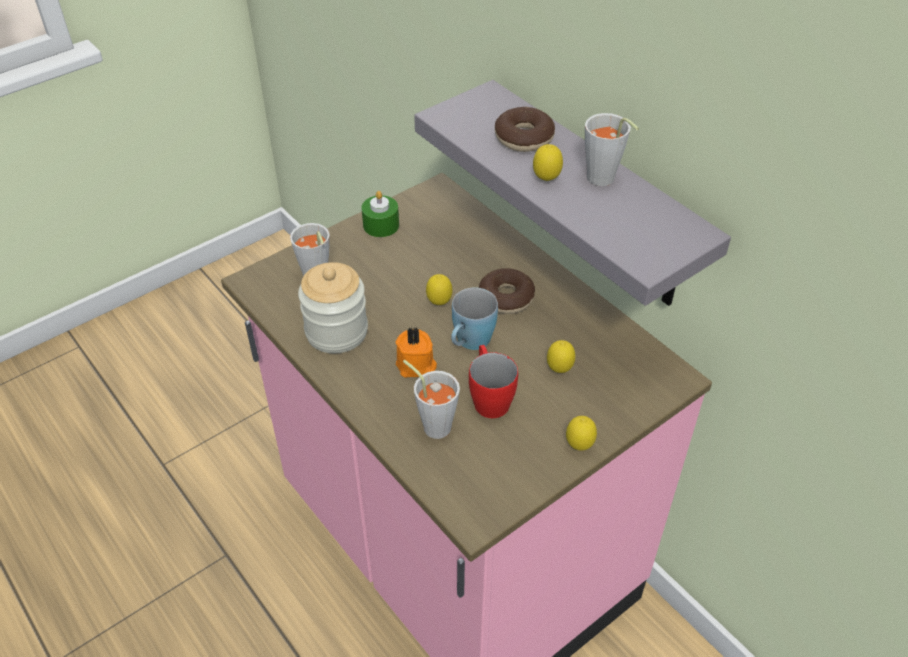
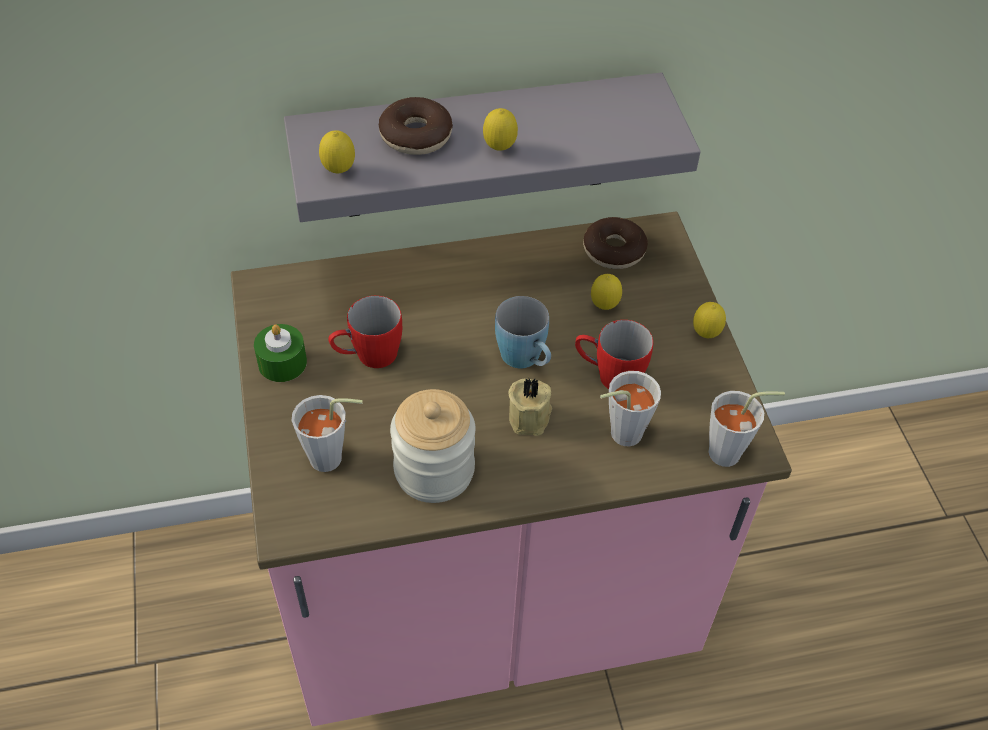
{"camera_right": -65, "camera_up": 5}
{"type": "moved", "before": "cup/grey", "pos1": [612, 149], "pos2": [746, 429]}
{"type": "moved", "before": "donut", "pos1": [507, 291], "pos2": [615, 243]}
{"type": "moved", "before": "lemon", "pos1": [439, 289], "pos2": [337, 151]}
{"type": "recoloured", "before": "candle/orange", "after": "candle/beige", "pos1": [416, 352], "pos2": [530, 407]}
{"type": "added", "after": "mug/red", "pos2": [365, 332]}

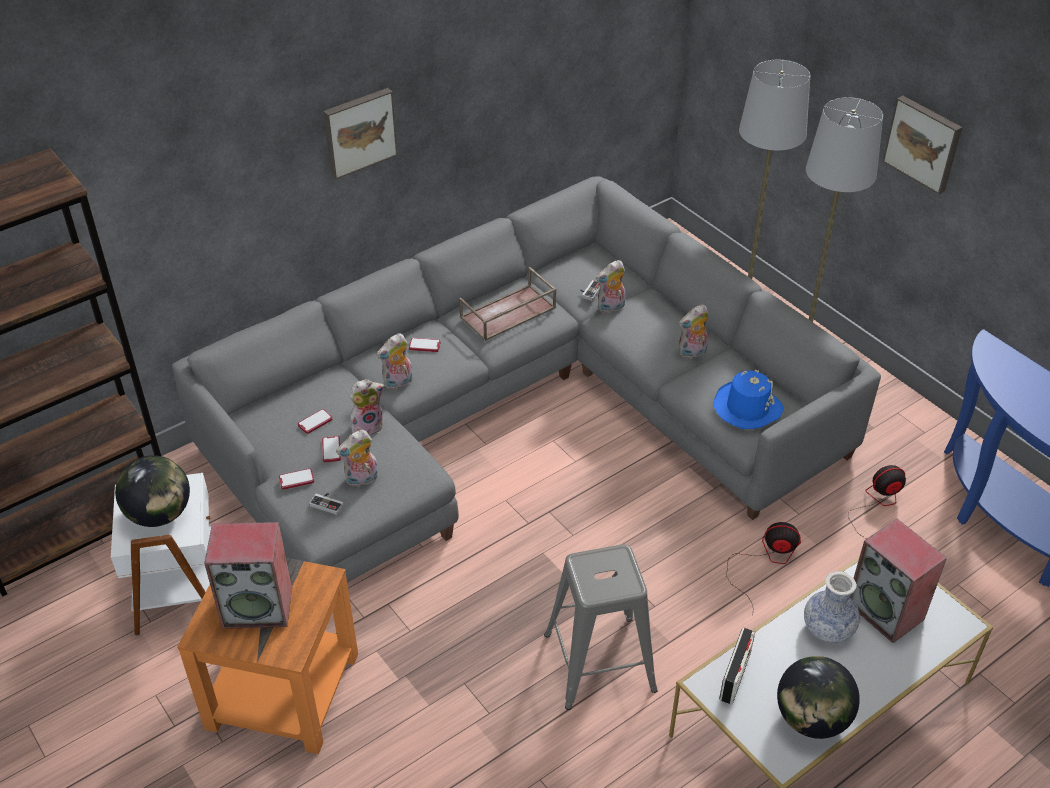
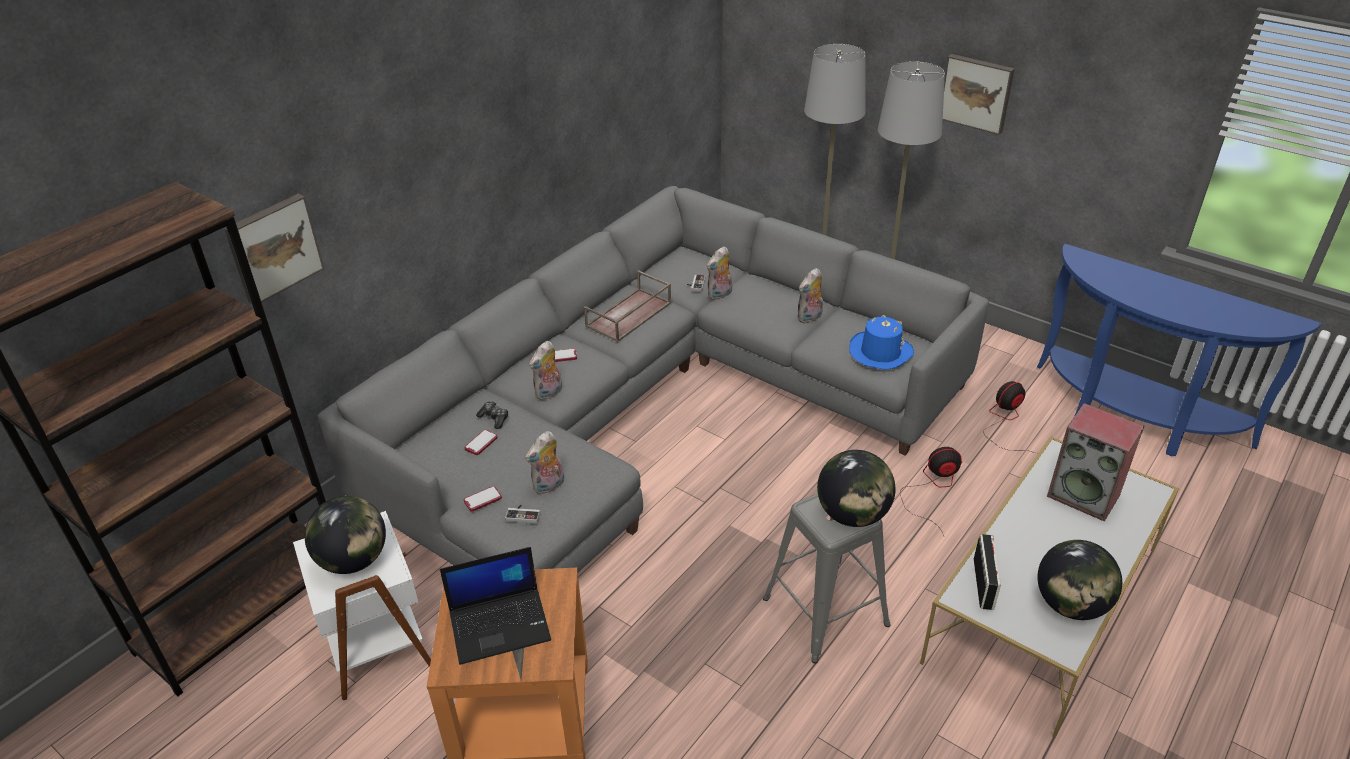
{"camera_right": -15, "camera_up": -5}
{"type": "moved", "before": "picture", "pos1": [360, 133], "pos2": [274, 249]}
{"type": "removed", "before": "plush toy", "pos1": [367, 407]}
{"type": "removed", "before": "phone", "pos1": [331, 449]}
{"type": "replaced", "before": "speaker", "after": "laptop", "pos1": [248, 575], "pos2": [495, 606]}
{"type": "removed", "before": "vase", "pos1": [832, 607]}
{"type": "added", "after": "game controller", "pos2": [492, 415]}
{"type": "added", "after": "globe", "pos2": [856, 488]}

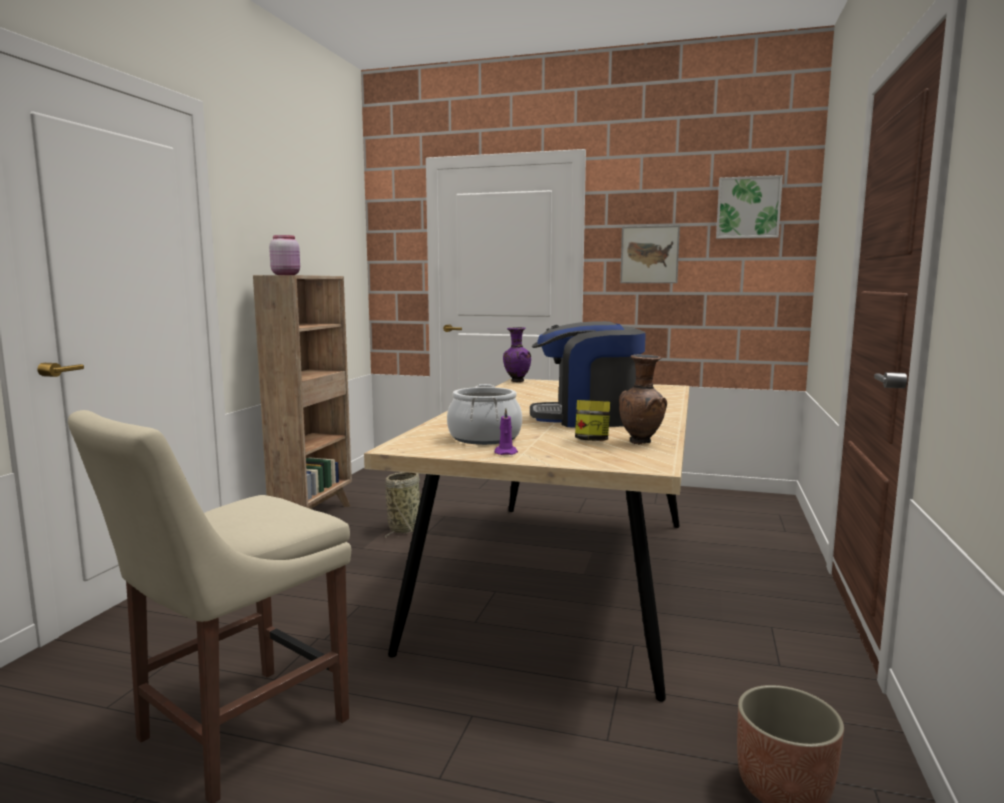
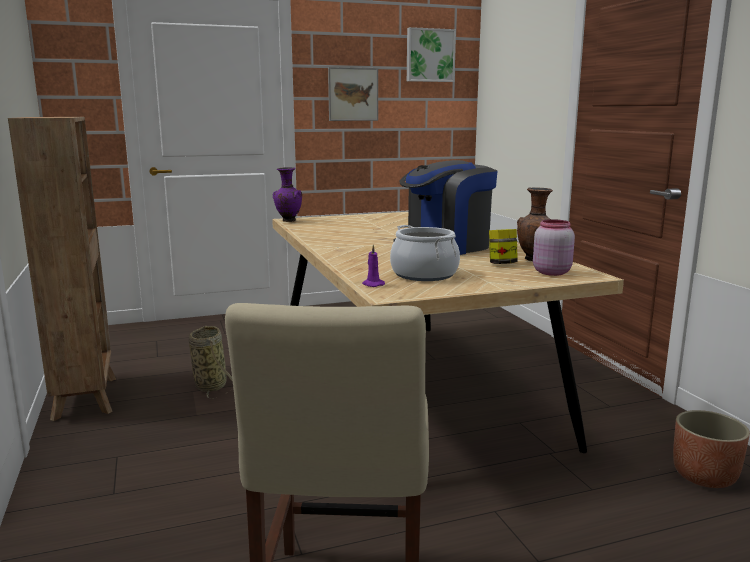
{"camera_right": -35, "camera_up": 5}
{"type": "moved", "before": "jar/pink", "pos1": [284, 255], "pos2": [554, 247]}
{"type": "moved", "before": "candle/purple", "pos1": [506, 431], "pos2": [373, 266]}

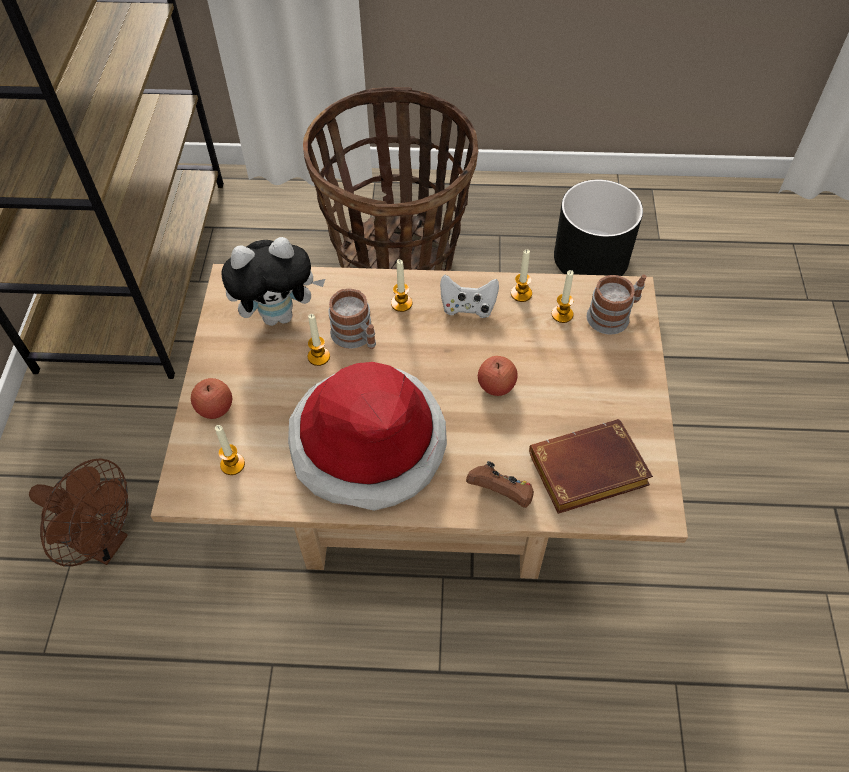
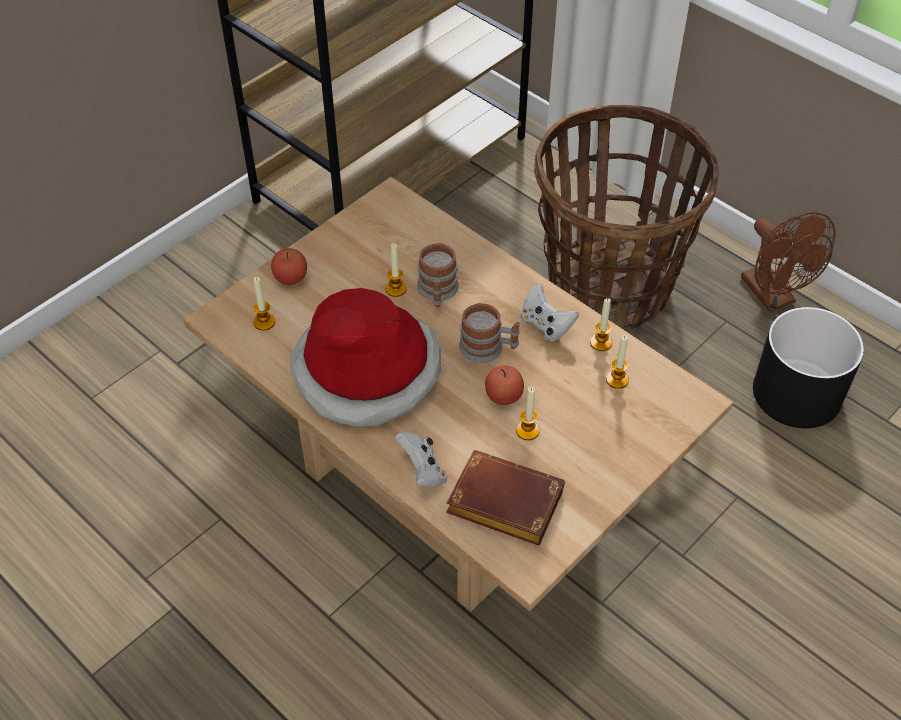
{"camera_right": 40, "camera_up": -5}
{"type": "removed", "before": "plush toy", "pos1": [273, 281]}
{"type": "moved", "before": "candle", "pos1": [401, 285], "pos2": [528, 413]}
{"type": "moved", "before": "mug", "pos1": [617, 304], "pos2": [489, 333]}
{"type": "moved", "before": "fan/brown", "pos1": [79, 512], "pos2": [788, 262]}
{"type": "recoloured", "before": "game controller/brown", "after": "game controller/white", "pos1": [500, 484], "pos2": [421, 459]}

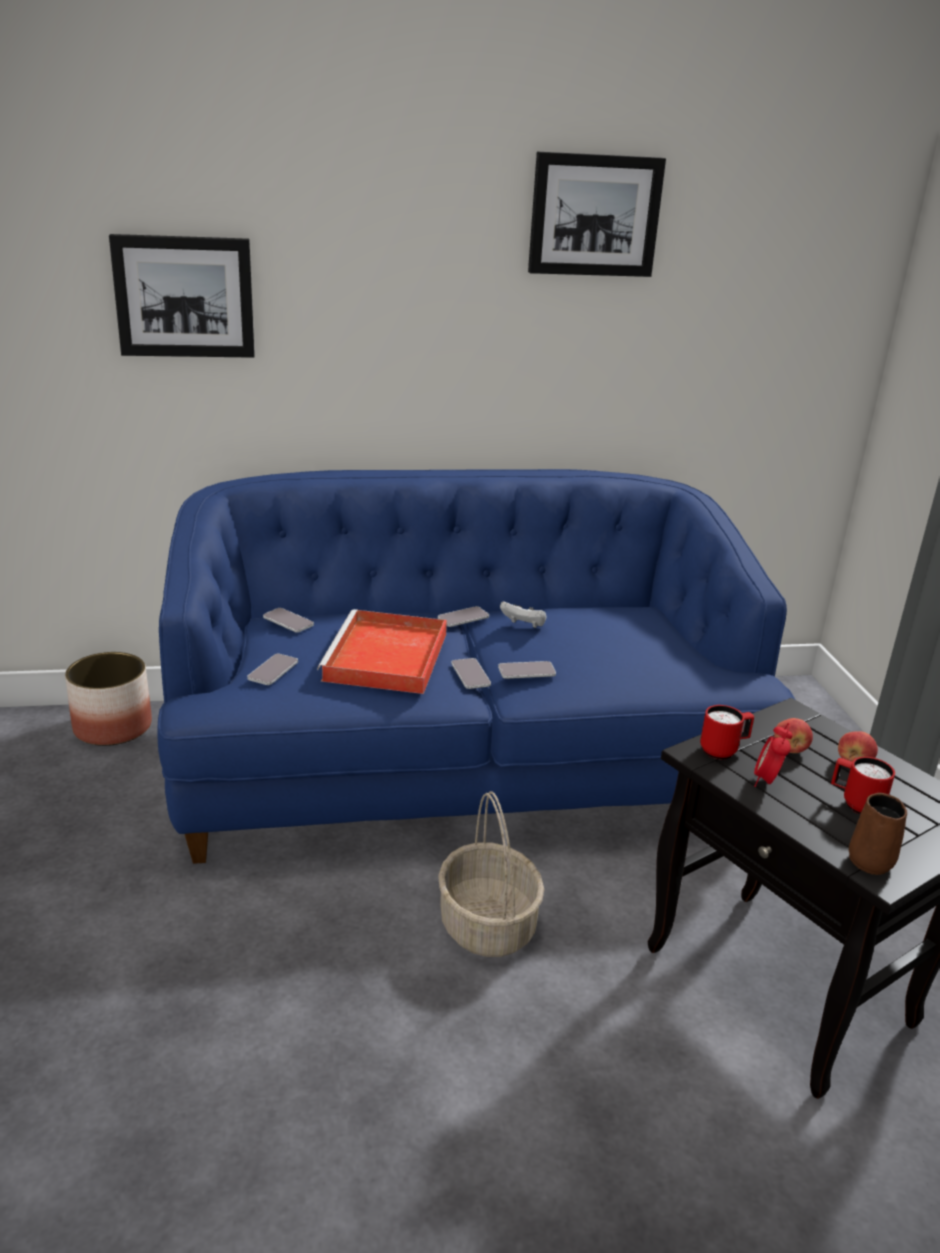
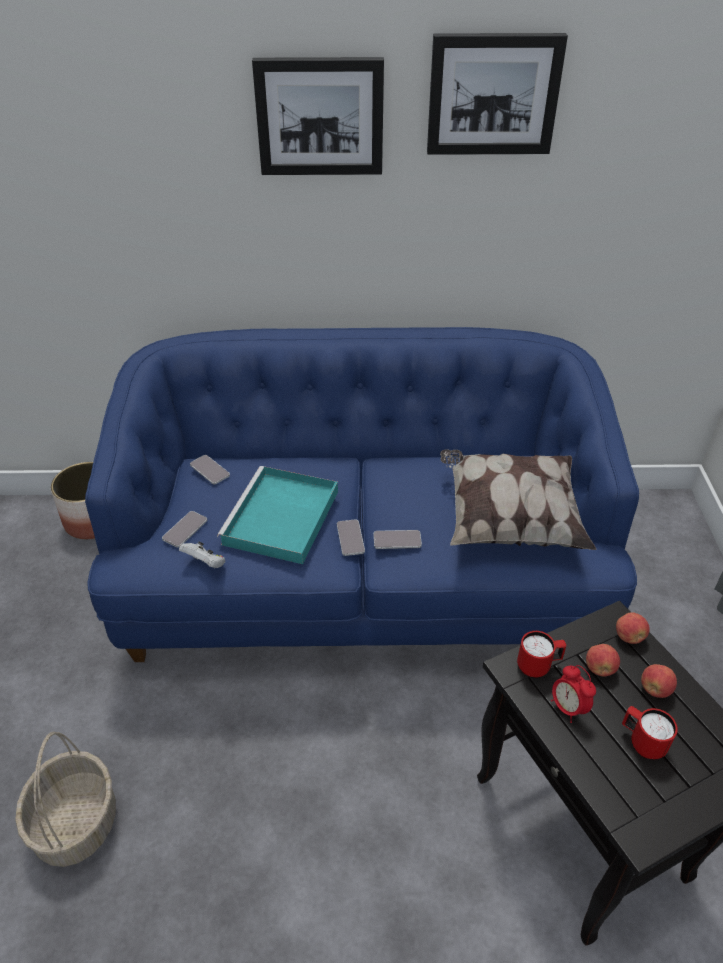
{"camera_right": 10, "camera_up": 15}
{"type": "moved", "before": "picture", "pos1": [182, 296], "pos2": [318, 116]}
{"type": "moved", "before": "game controller/white", "pos1": [523, 614], "pos2": [202, 554]}
{"type": "removed", "before": "phone", "pos1": [463, 616]}
{"type": "recoloured", "before": "tray/red", "after": "tray/turquoise", "pos1": [382, 651], "pos2": [277, 515]}
{"type": "turned", "before": "alarm clock", "pos1": [773, 755], "pos2": [573, 694], "turn": -60}
{"type": "moved", "before": "basket", "pos1": [491, 874], "pos2": [65, 799]}
{"type": "removed", "before": "mug/brown", "pos1": [878, 834]}
{"type": "added", "after": "pillow", "pos2": [518, 499]}
{"type": "added", "after": "apple", "pos2": [633, 628]}

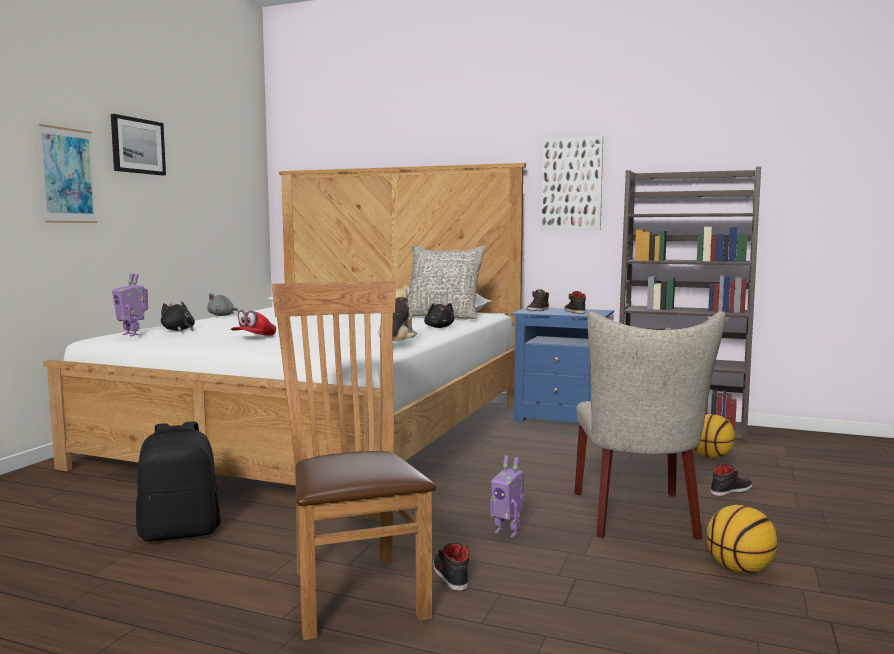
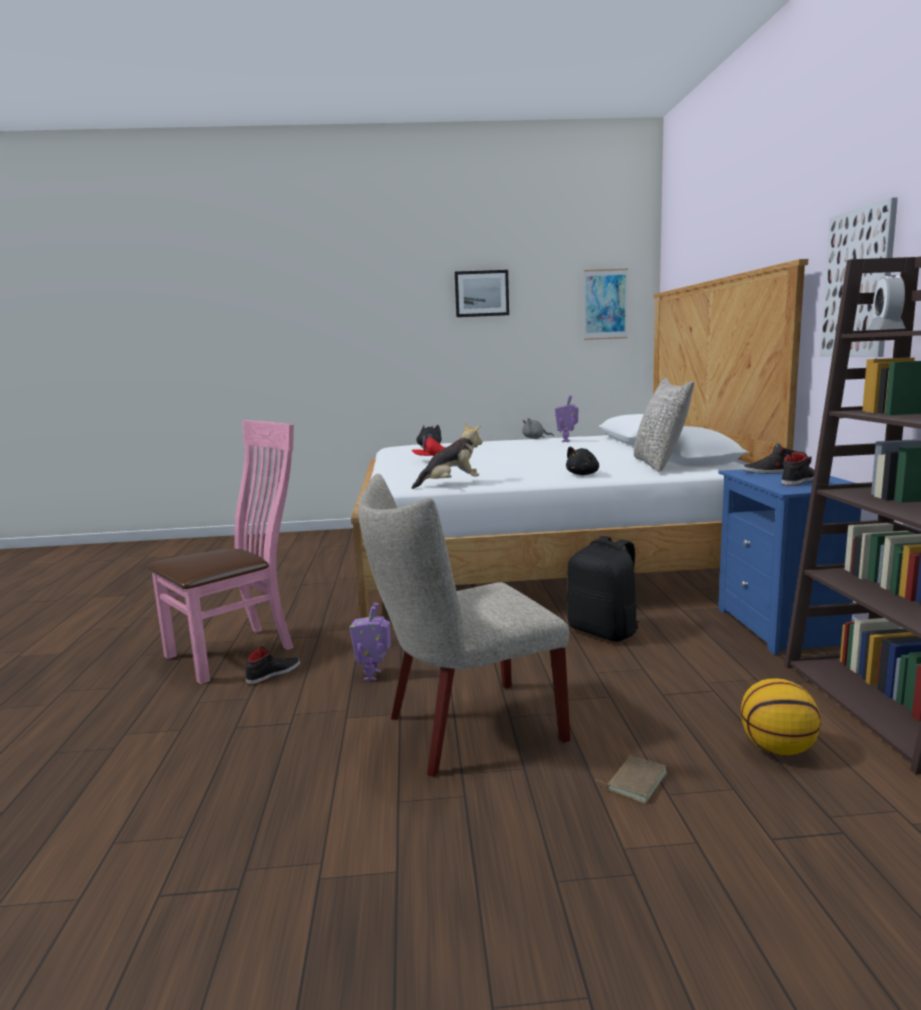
{"camera_right": 65, "camera_up": 5}
{"type": "moved", "before": "picture", "pos1": [67, 173], "pos2": [606, 304]}
{"type": "moved", "before": "toy robot", "pos1": [130, 304], "pos2": [567, 418]}
{"type": "recoloured", "before": "chair/brown", "after": "chair/pink", "pos1": [354, 460], "pos2": [220, 552]}
{"type": "moved", "before": "backpack/black", "pos1": [178, 482], "pos2": [602, 589]}
{"type": "replaced", "before": "shoe/black", "after": "book/brown", "pos1": [731, 480], "pos2": [631, 779]}
{"type": "removed", "before": "basketball", "pos1": [741, 539]}
{"type": "added", "after": "alarm clock", "pos2": [887, 302]}

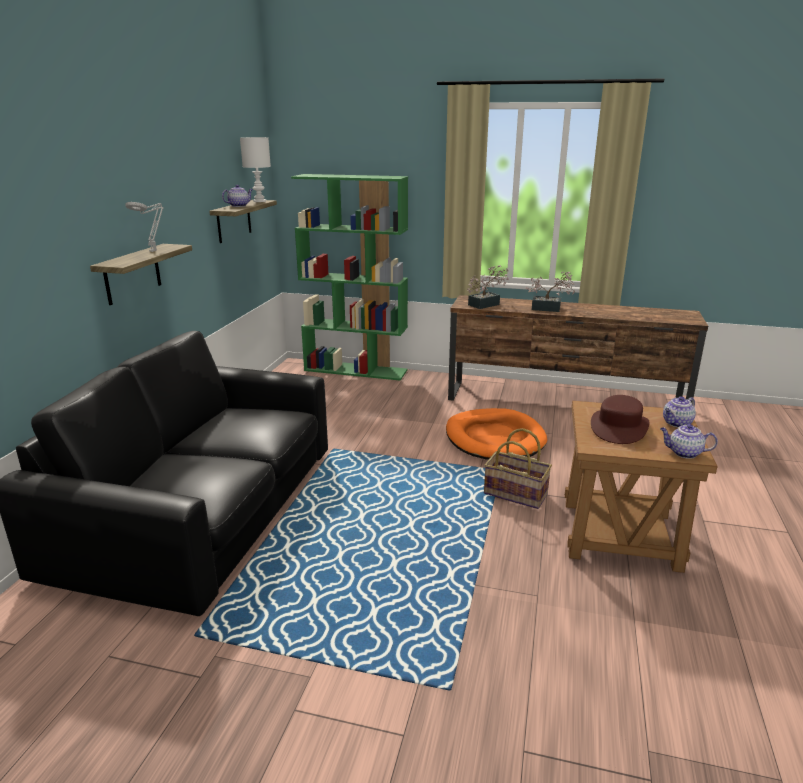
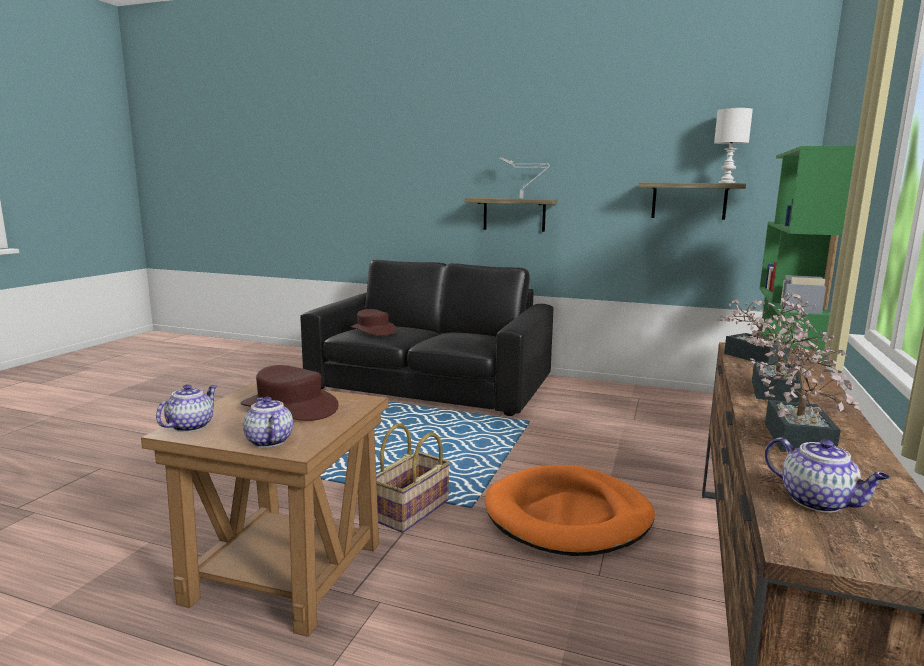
{"camera_right": 95, "camera_up": -10}
{"type": "moved", "before": "teapot", "pos1": [237, 196], "pos2": [827, 474]}
{"type": "added", "after": "hat/brown", "pos2": [374, 322]}
{"type": "added", "after": "potted plant", "pos2": [805, 390]}

